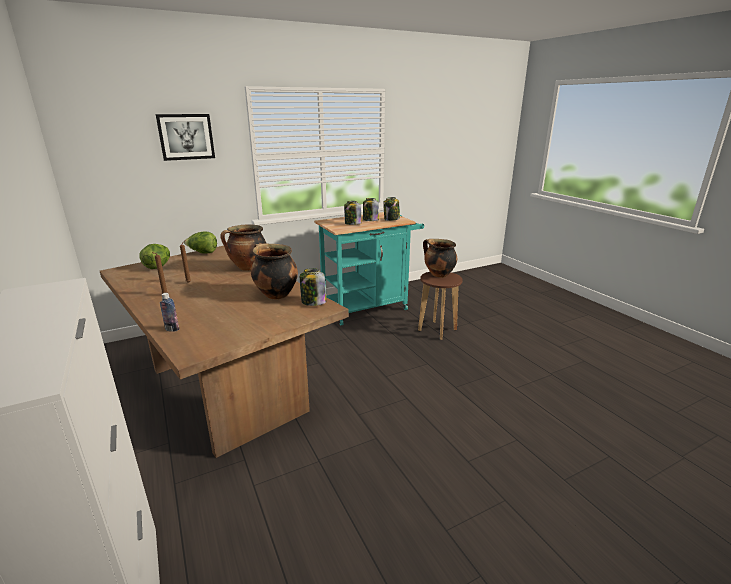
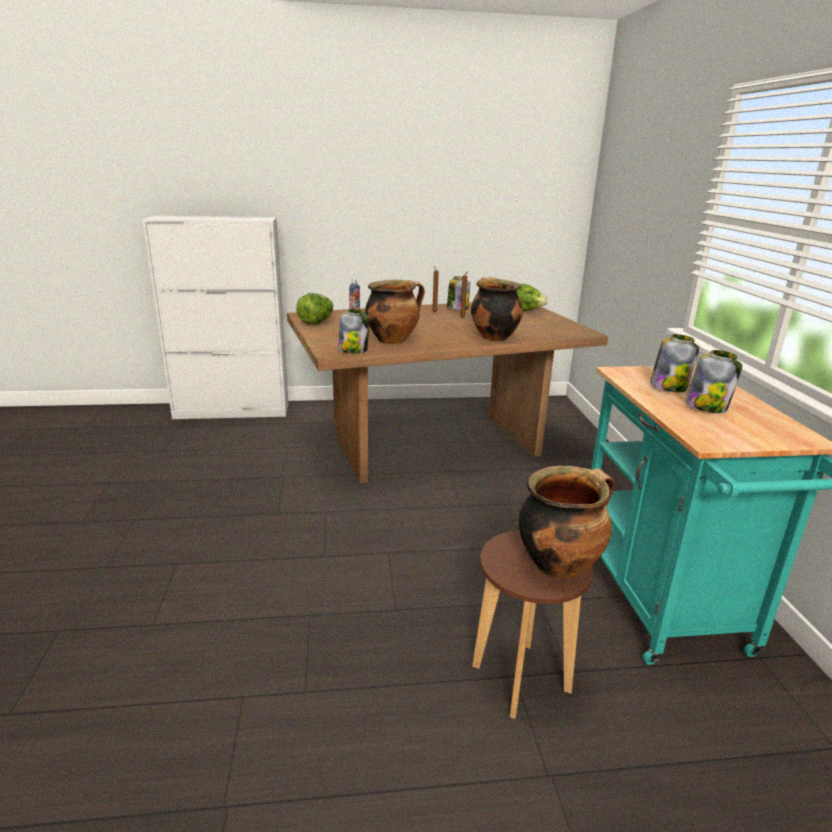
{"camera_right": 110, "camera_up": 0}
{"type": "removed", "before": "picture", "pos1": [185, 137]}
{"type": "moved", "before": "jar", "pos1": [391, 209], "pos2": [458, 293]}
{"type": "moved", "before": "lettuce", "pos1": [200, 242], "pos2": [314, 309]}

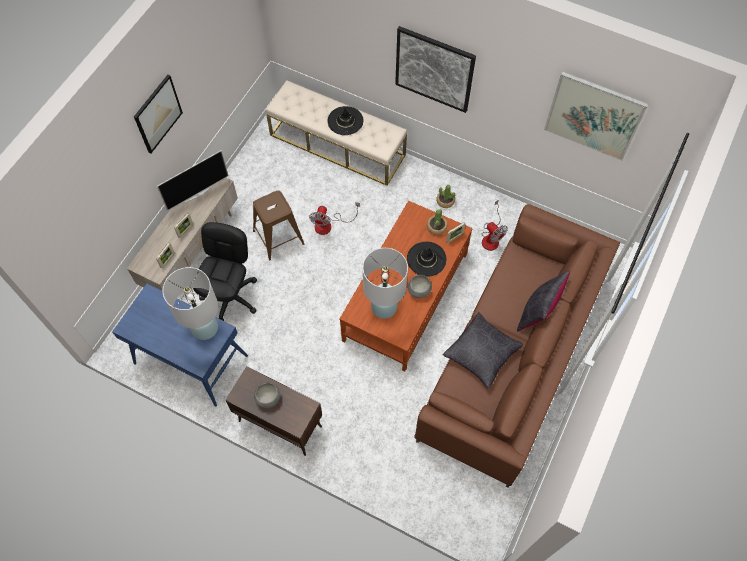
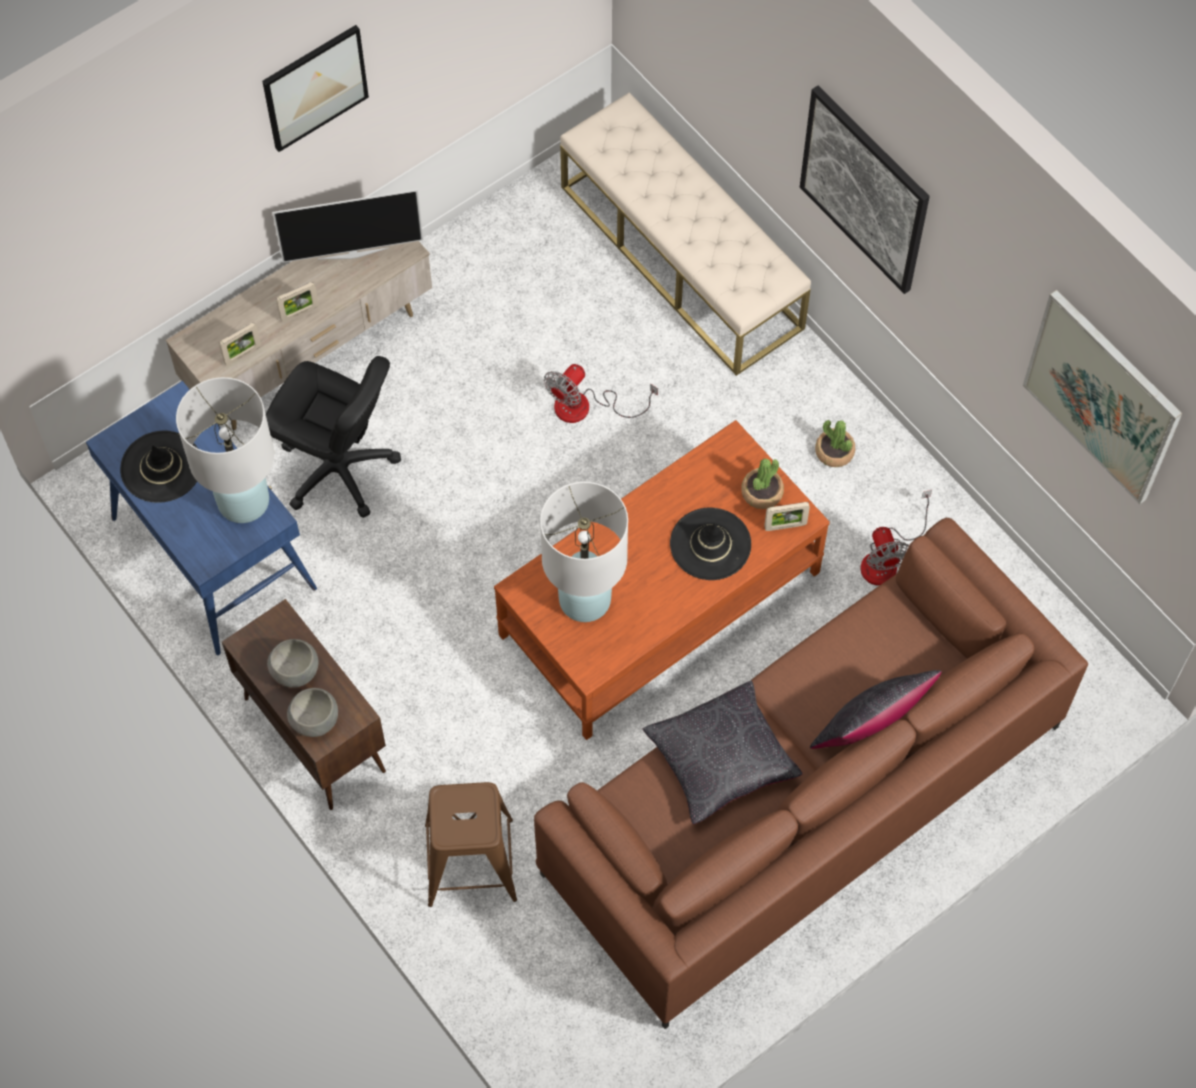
{"camera_right": 25, "camera_up": 0}
{"type": "moved", "before": "hat/black", "pos1": [345, 120], "pos2": [159, 467]}
{"type": "moved", "before": "stool/brown", "pos1": [278, 226], "pos2": [471, 844]}
{"type": "turned", "before": "office chair/black", "pos1": [225, 271], "pos2": [333, 437], "turn": 75}
{"type": "moved", "before": "bowl/grey", "pos1": [420, 286], "pos2": [312, 712]}

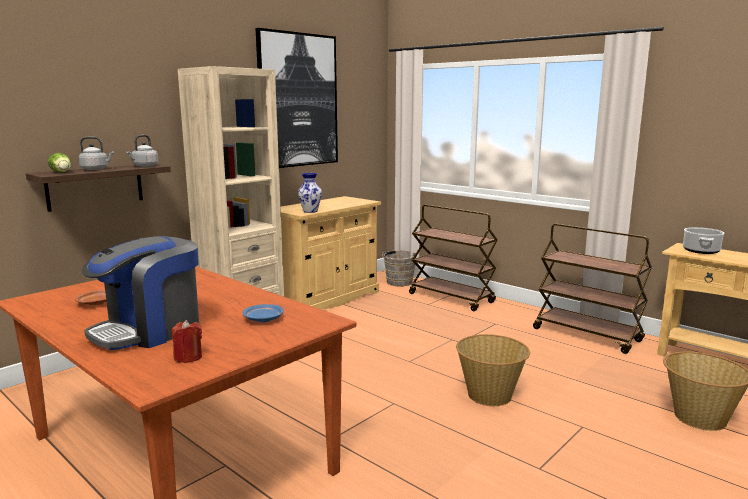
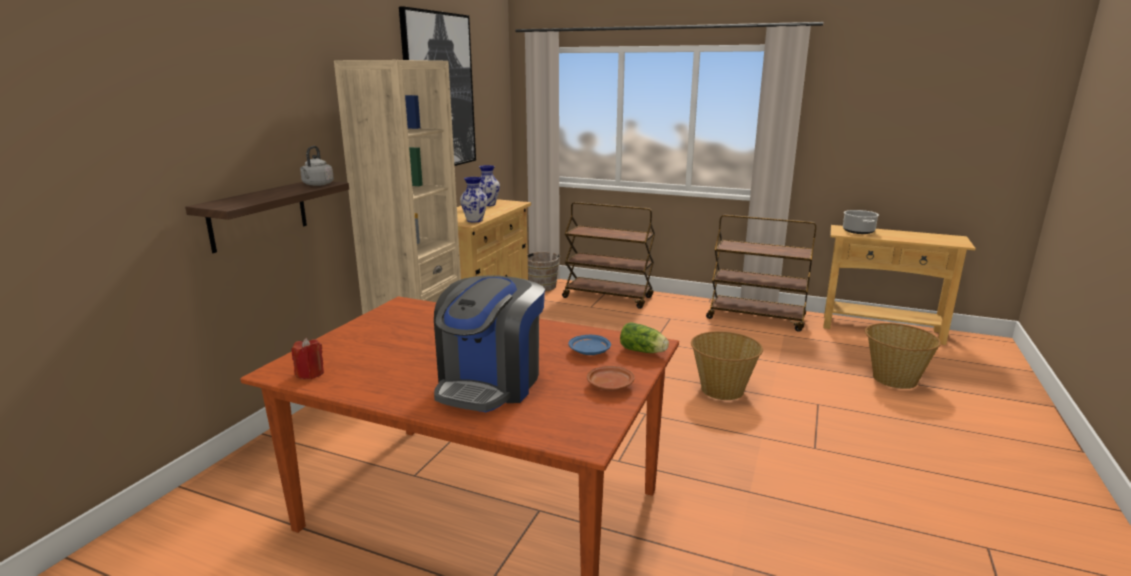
{"camera_right": -20, "camera_up": 5}
{"type": "removed", "before": "kettle/grey", "pos1": [96, 153]}
{"type": "moved", "before": "lettuce", "pos1": [59, 162], "pos2": [644, 337]}
{"type": "moved", "before": "plate/brown", "pos1": [90, 297], "pos2": [611, 378]}
{"type": "moved", "before": "candle/red", "pos1": [187, 341], "pos2": [307, 358]}
{"type": "added", "after": "vase", "pos2": [489, 185]}

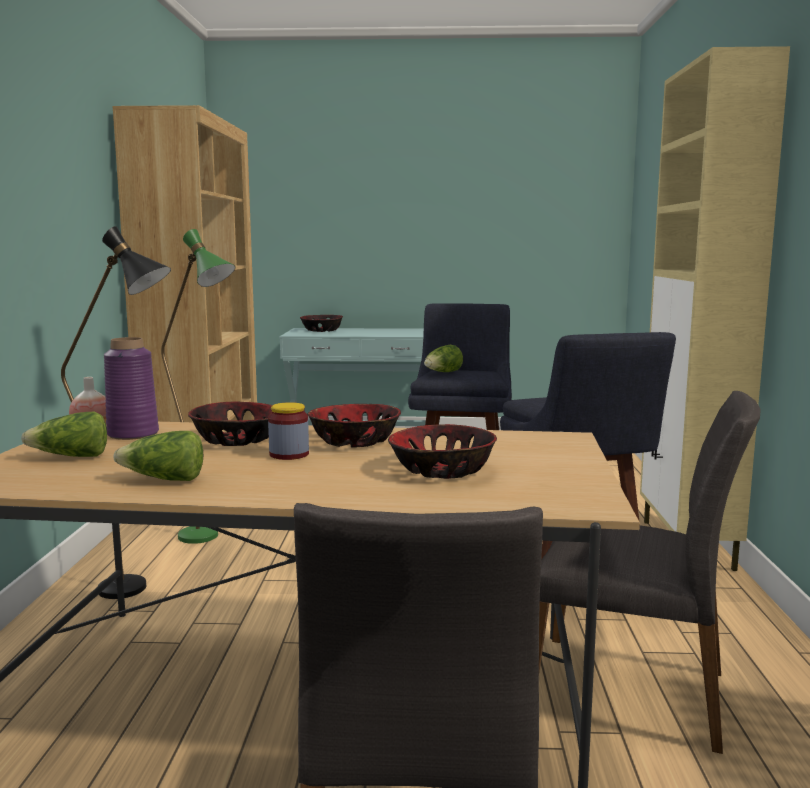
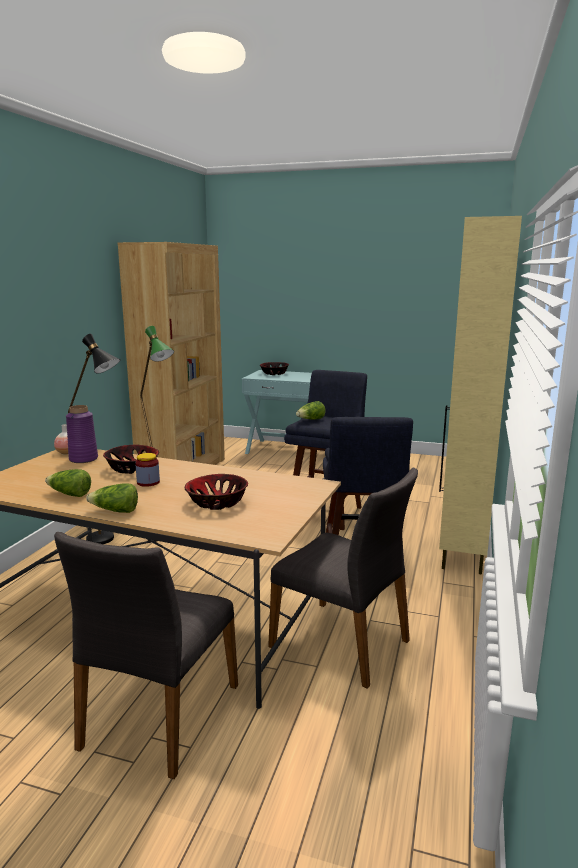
{"camera_right": 15, "camera_up": 5}
{"type": "removed", "before": "bowl", "pos1": [354, 426]}
{"type": "moved", "before": "lettuce", "pos1": [64, 434], "pos2": [112, 498]}

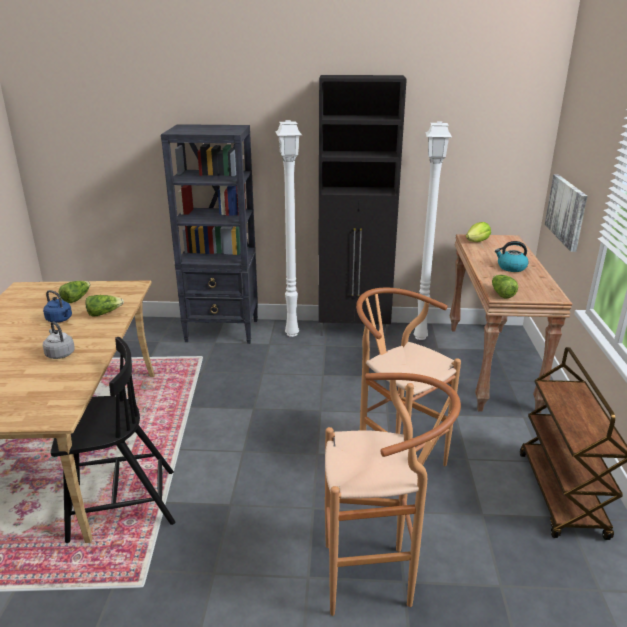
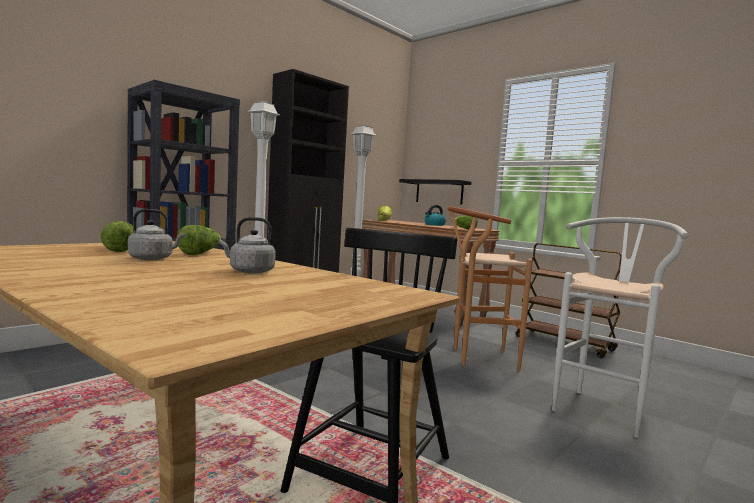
{"camera_right": -50, "camera_up": -20}
{"type": "replaced", "before": "picture", "after": "shelf/black", "pos1": [566, 213], "pos2": [435, 192]}
{"type": "recoloured", "before": "kettle/blue", "after": "kettle/grey", "pos1": [57, 306], "pos2": [156, 234]}
{"type": "recoloured", "before": "stool/brown", "after": "stool/white", "pos1": [393, 494], "pos2": [620, 327]}

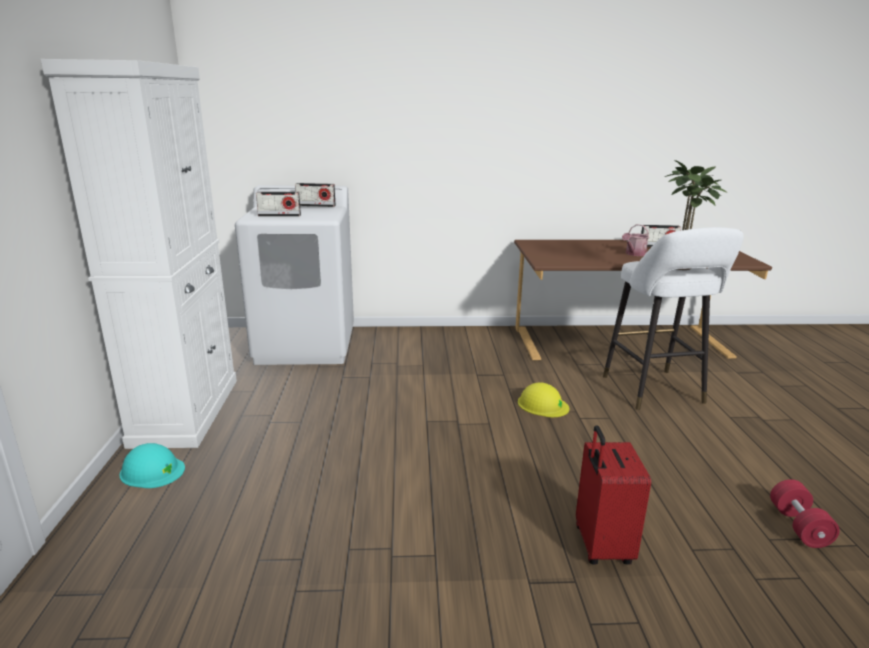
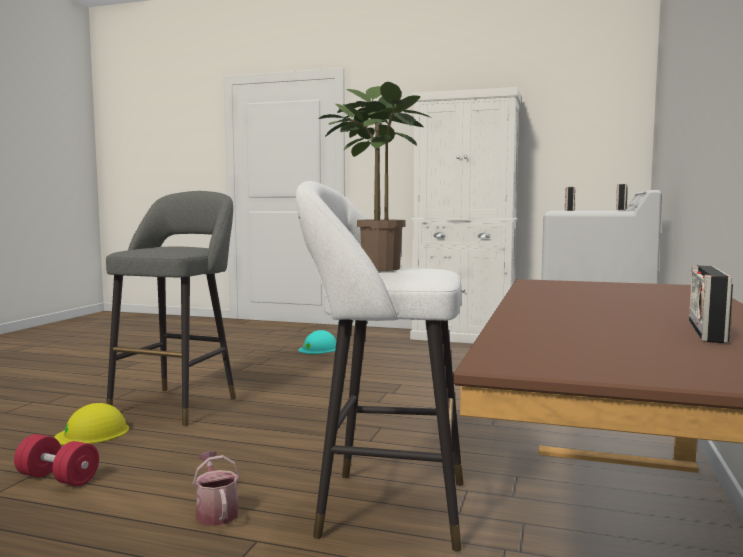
{"camera_right": 110, "camera_up": -15}
{"type": "moved", "before": "watering can", "pos1": [635, 240], "pos2": [216, 488]}
{"type": "moved", "before": "hard hat/yellow", "pos1": [544, 399], "pos2": [91, 424]}
{"type": "replaced", "before": "suitcase/red", "after": "stool/grey", "pos1": [613, 495], "pos2": [171, 308]}
{"type": "moved", "before": "hard hat/turquoise", "pos1": [152, 465], "pos2": [317, 342]}

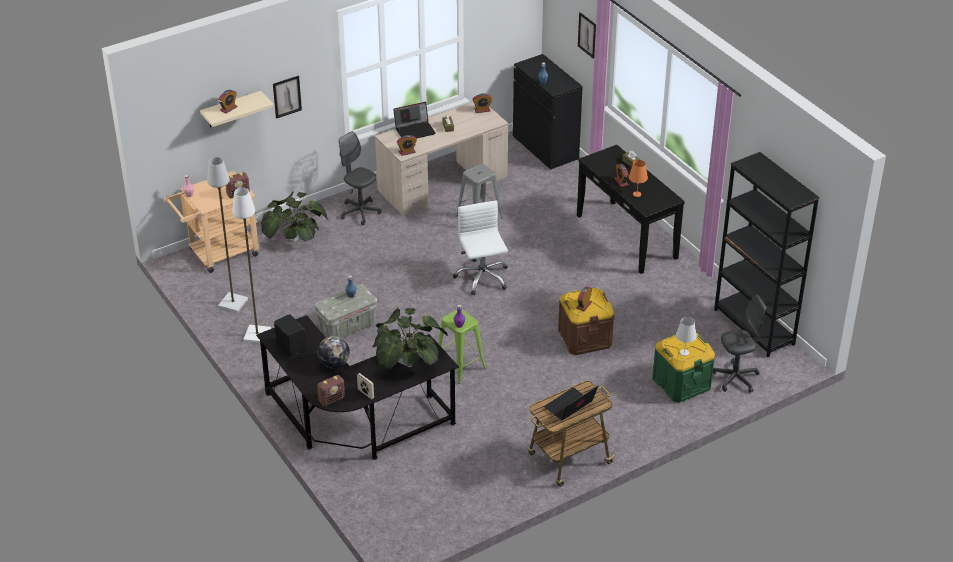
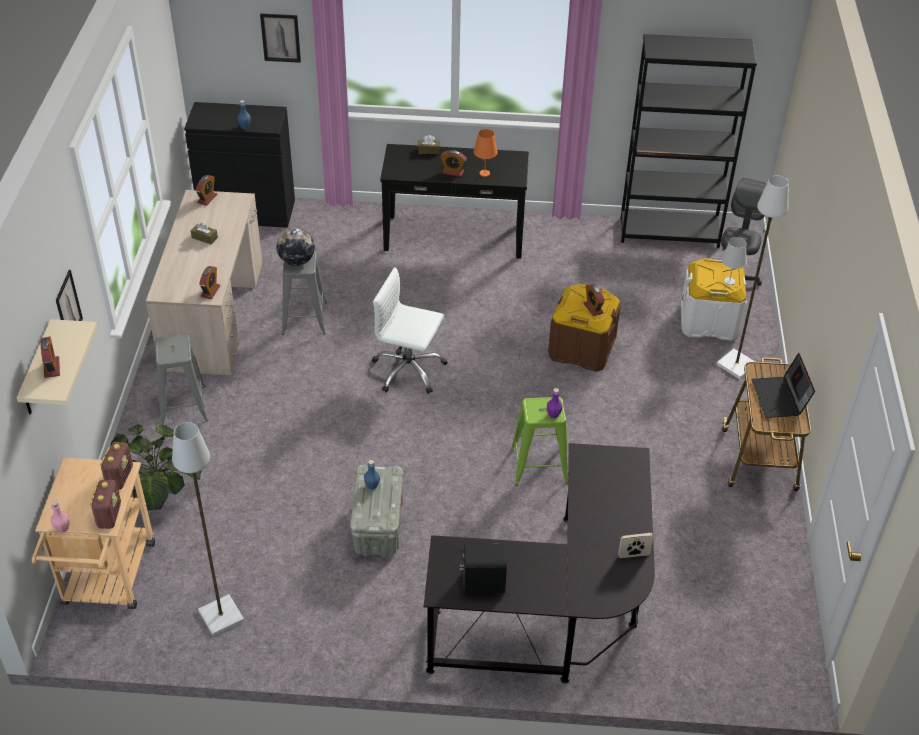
{"camera_right": -55, "camera_up": 5}
{"type": "removed", "before": "laptop", "pos1": [414, 120]}
{"type": "replaced", "before": "office chair/grey", "after": "stool/grey", "pos1": [360, 178], "pos2": [181, 380]}
{"type": "moved", "before": "floor lamp/white", "pos1": [251, 265], "pos2": [752, 277]}
{"type": "removed", "before": "potted plant", "pos1": [410, 339]}
{"type": "recoloured", "before": "storage box/green", "after": "storage box/white", "pos1": [683, 368], "pos2": [713, 299]}
{"type": "moved", "before": "globe", "pos1": [333, 352], "pos2": [295, 247]}
{"type": "moved", "before": "radio", "pos1": [331, 390], "pos2": [105, 504]}

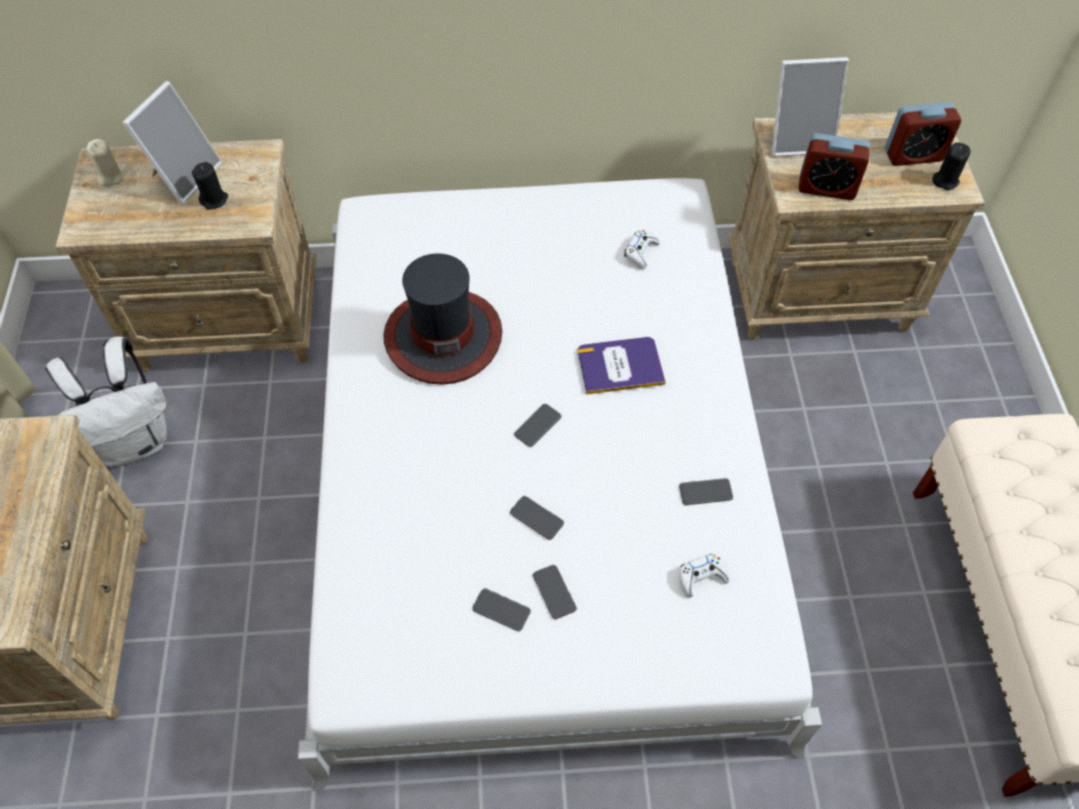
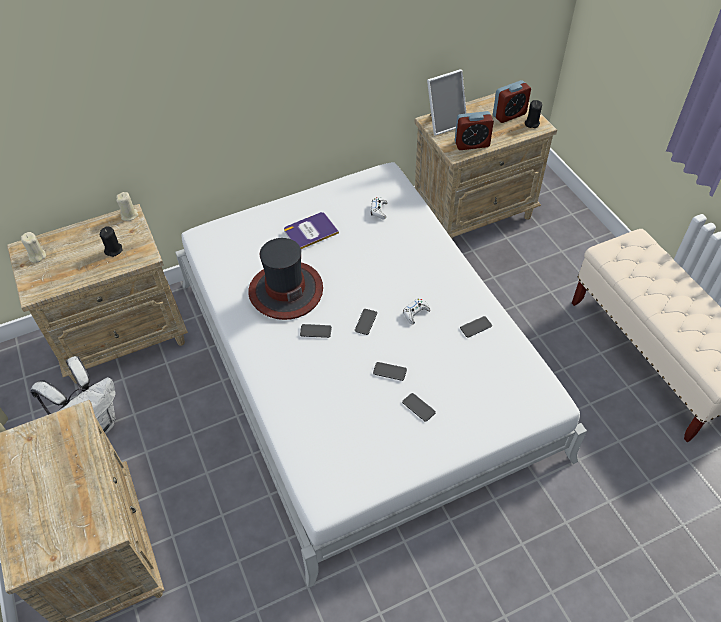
{"camera_right": -20, "camera_up": -5}
{"type": "removed", "before": "picture frame", "pos1": [172, 142]}
{"type": "moved", "before": "book", "pos1": [621, 366], "pos2": [311, 230]}
{"type": "moved", "before": "game controller/white", "pos1": [704, 576], "pos2": [417, 312]}
{"type": "moved", "before": "phone", "pos1": [501, 609], "pos2": [316, 331]}
{"type": "added", "after": "candle/beige", "pos2": [127, 206]}

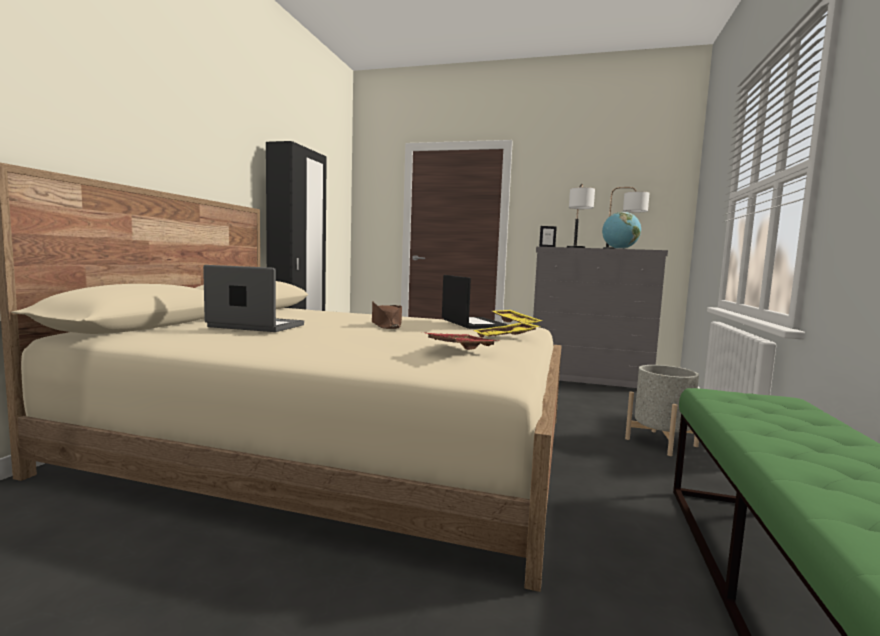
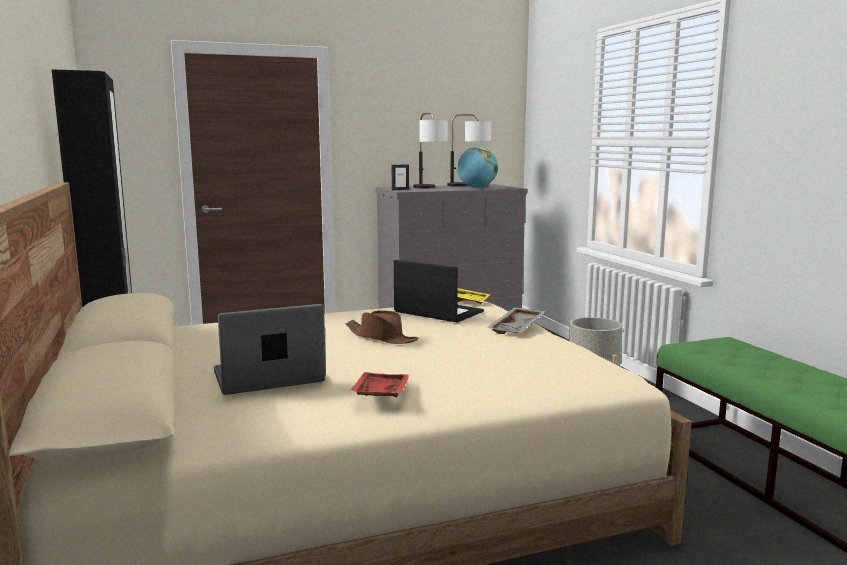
{"camera_right": -35, "camera_up": 5}
{"type": "recoloured", "before": "tray/yellow", "after": "tray/grey", "pos1": [506, 329], "pos2": [516, 320]}
{"type": "moved", "before": "tray/red", "pos1": [460, 341], "pos2": [380, 384]}

